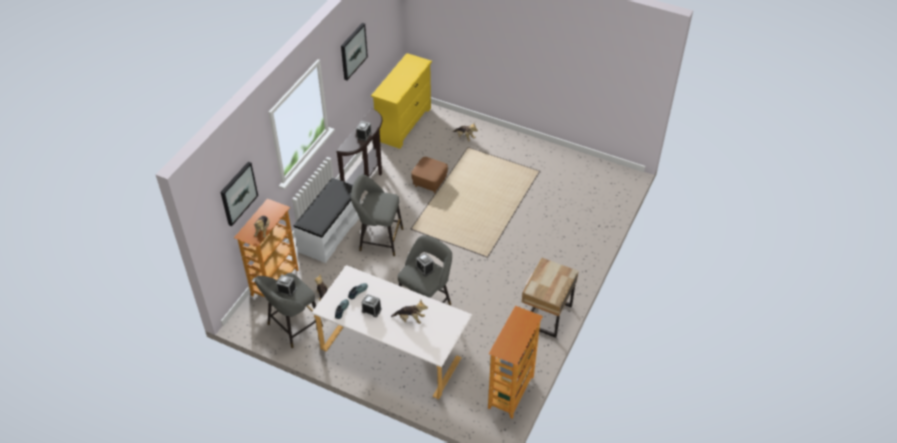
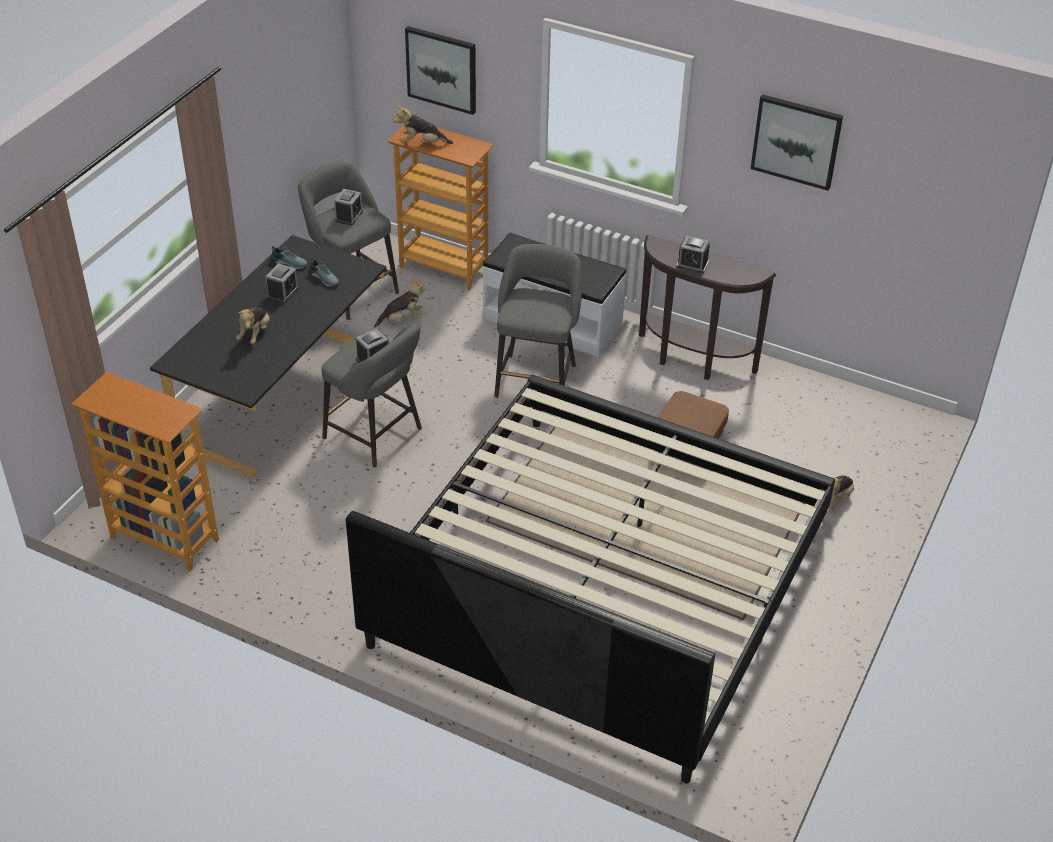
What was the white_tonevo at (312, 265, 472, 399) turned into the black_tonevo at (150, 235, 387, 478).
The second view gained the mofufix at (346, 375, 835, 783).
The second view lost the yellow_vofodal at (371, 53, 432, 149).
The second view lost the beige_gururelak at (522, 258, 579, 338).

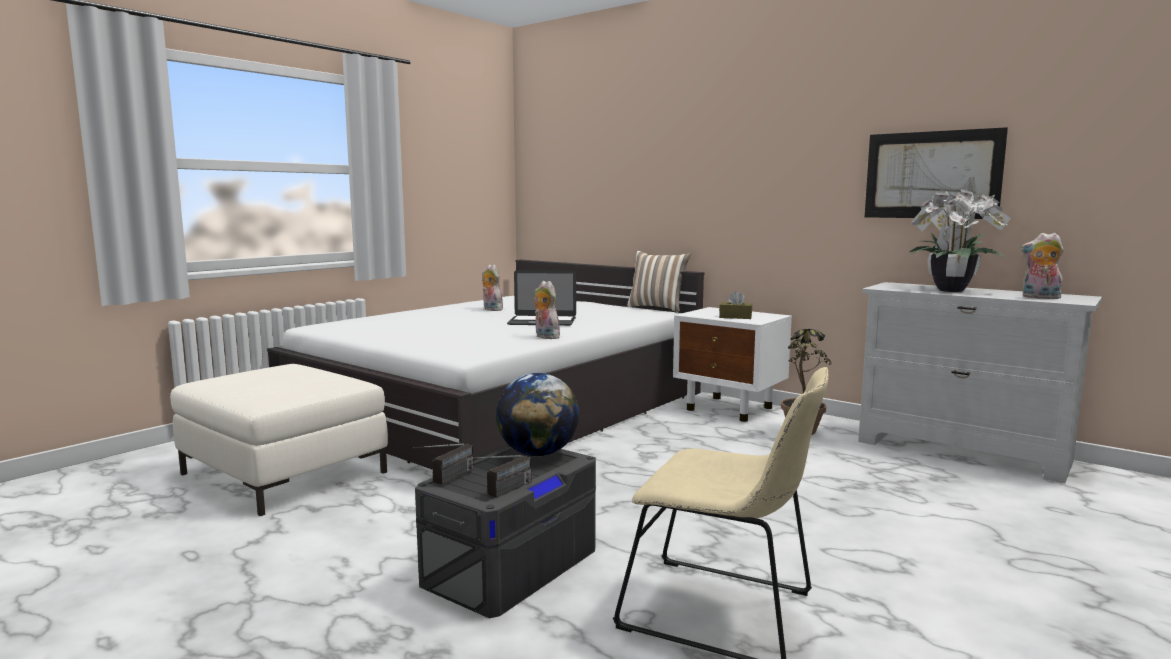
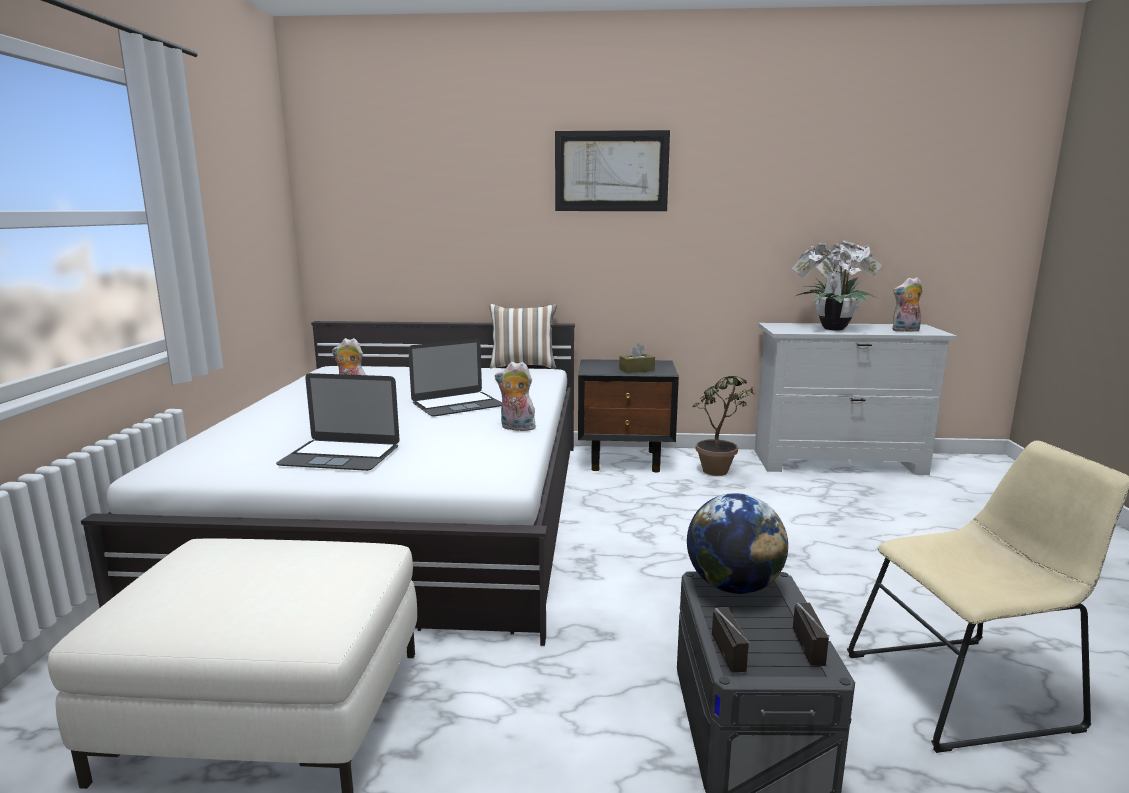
The second view gained the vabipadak at (276, 373, 399, 471).
The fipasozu ended up elsewhere, having gone from (865, 127, 1008, 219) to (555, 130, 670, 211).
What was the white_gururelak at (673, 307, 792, 422) turned into the black_gururelak at (578, 359, 679, 473).

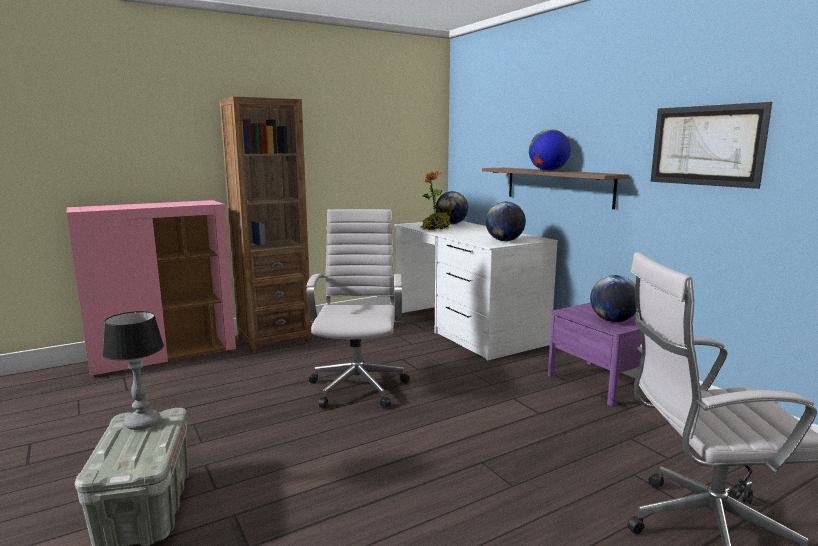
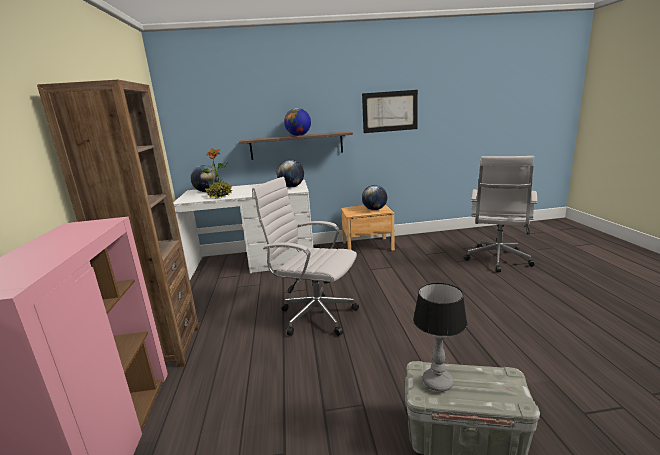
What was the purple_gururelak at (548, 303, 642, 406) turned into the brown_gururelak at (341, 204, 395, 251).

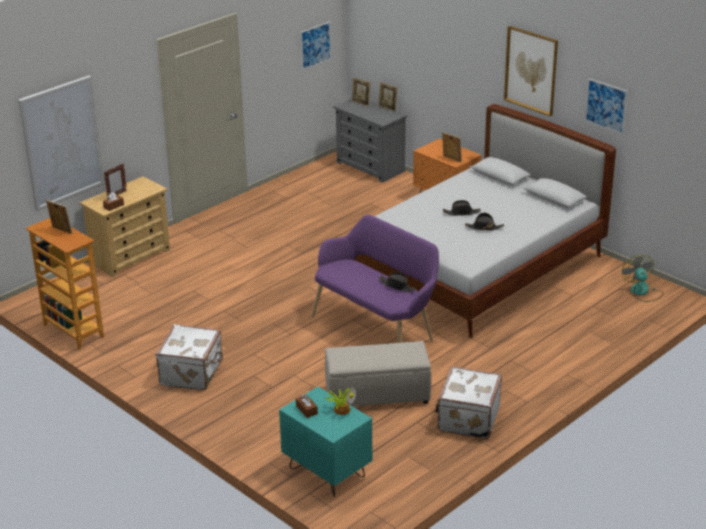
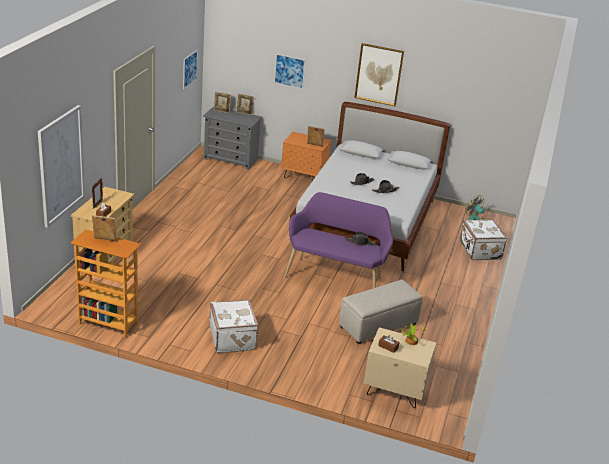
The fipasozu ended up elsewhere, having gone from (585, 78, 628, 134) to (274, 53, 306, 89).
What was the turquoise_gururelak at (279, 386, 372, 497) turned into the beige_gururelak at (363, 327, 436, 408).
The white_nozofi ended up elsewhere, having gone from (435, 366, 502, 439) to (460, 219, 507, 260).

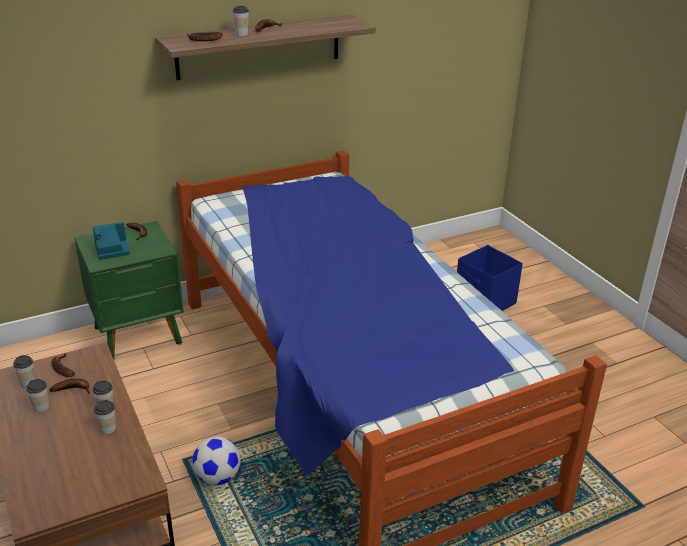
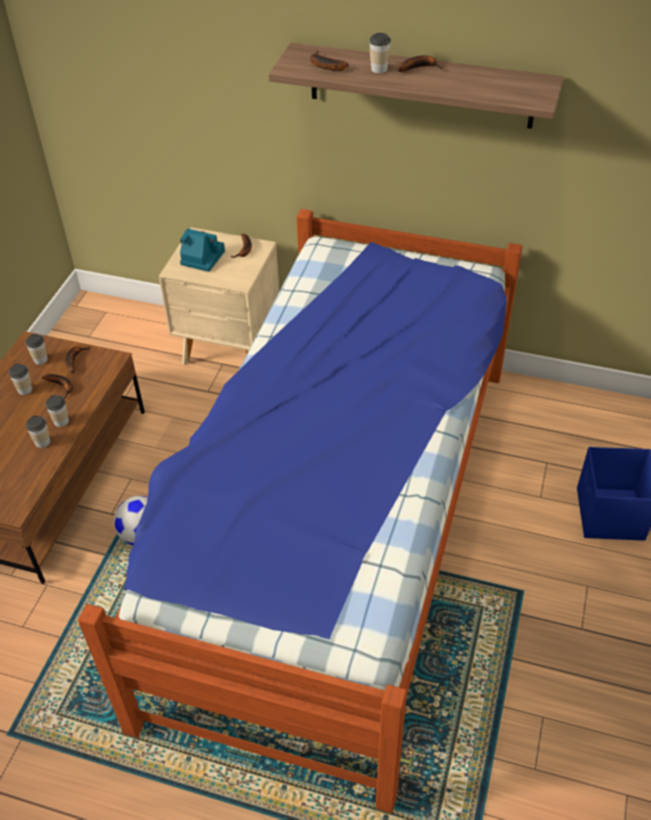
What was the green_gururelak at (75, 221, 184, 359) turned into the beige_gururelak at (159, 228, 279, 365).

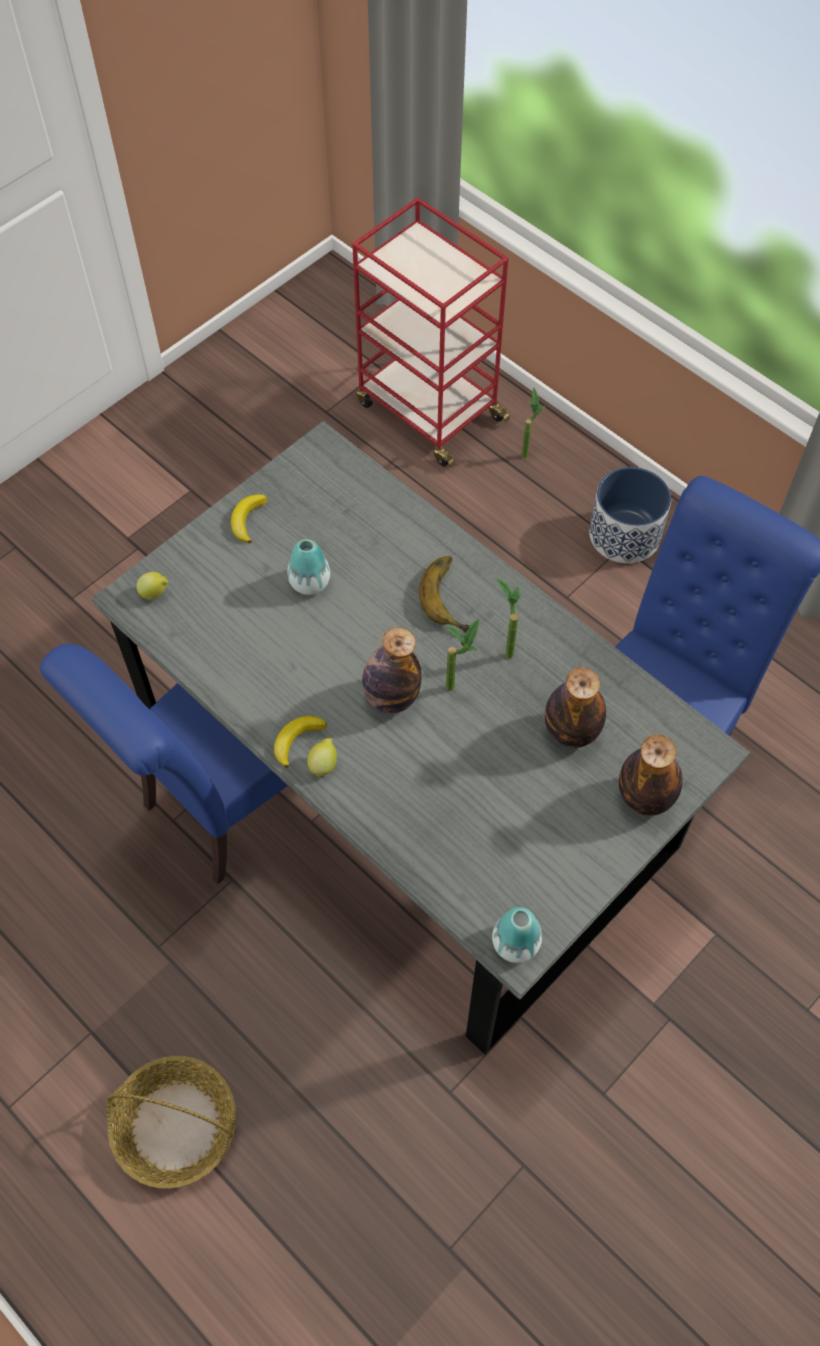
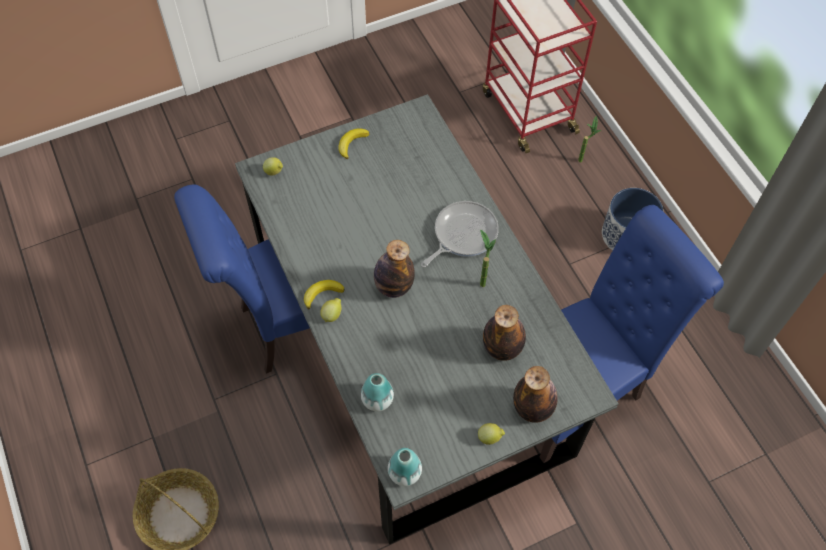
The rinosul ended up elsewhere, having gone from (288, 539, 330, 595) to (361, 373, 394, 411).
Where the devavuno stood at (419, 556, 470, 633), the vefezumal came to stand at (421, 201, 499, 267).
The second view gained the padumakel at (478, 423, 505, 445).
The second view lost the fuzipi at (446, 619, 479, 691).

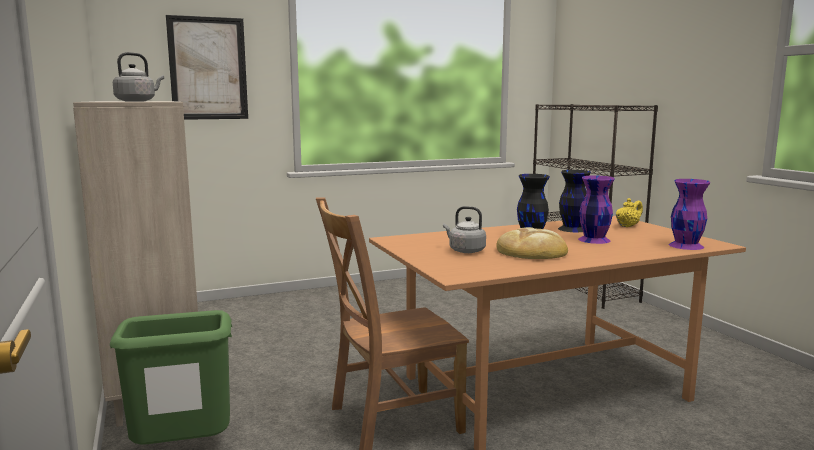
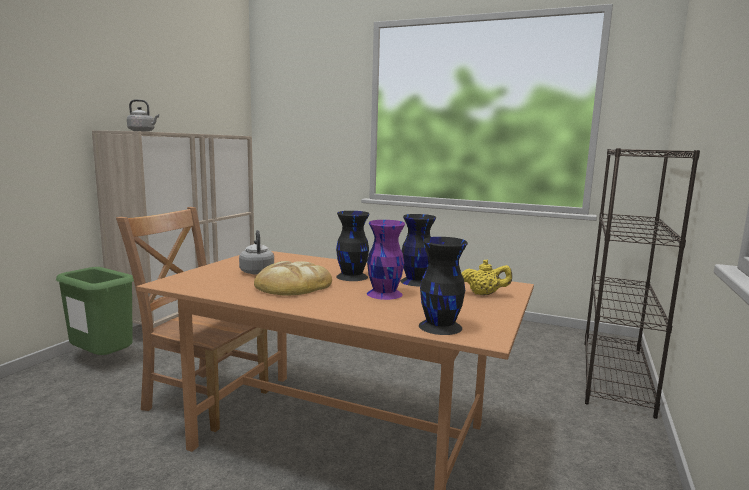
What was the purple_rinosul at (669, 179, 710, 250) turned into the black_rinosul at (419, 237, 468, 335).
The second view lost the fipasozu at (166, 15, 248, 120).

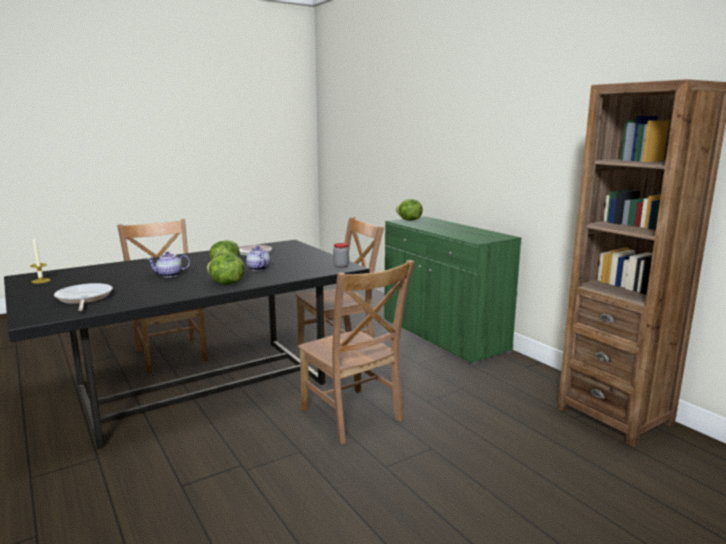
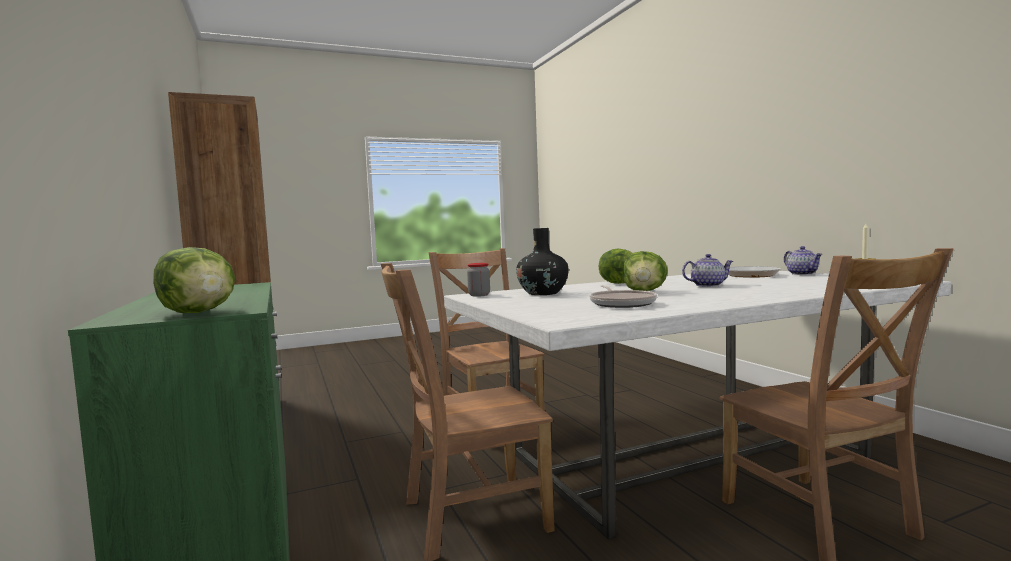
What was the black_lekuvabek at (4, 240, 369, 449) turned into the white_lekuvabek at (444, 271, 951, 540).
The second view gained the black_rinosul at (516, 228, 569, 295).
The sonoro ended up elsewhere, having gone from (246, 246, 270, 271) to (784, 246, 823, 275).

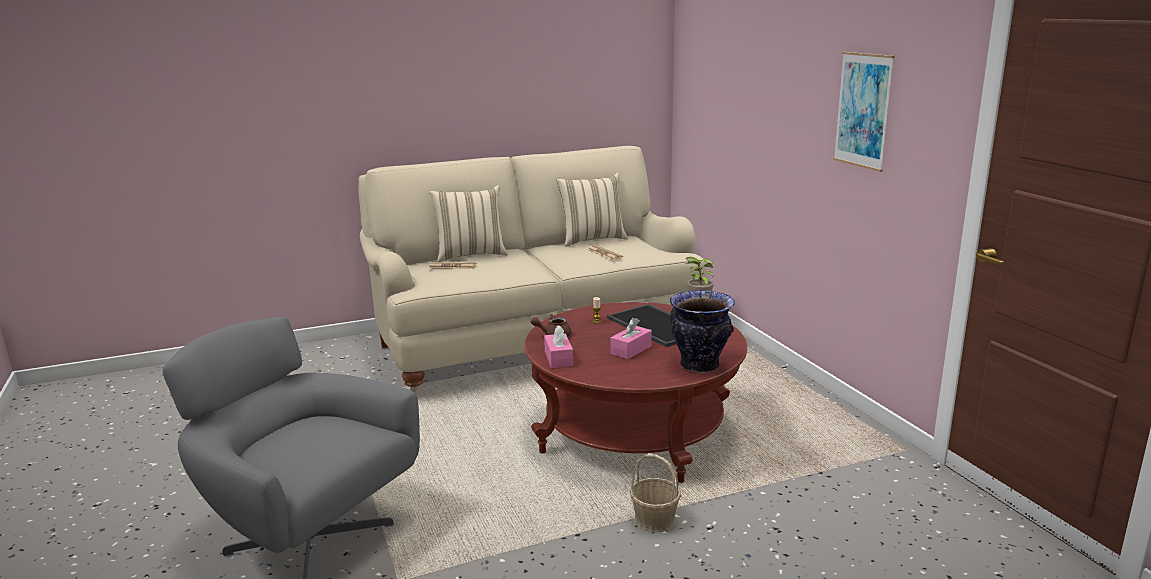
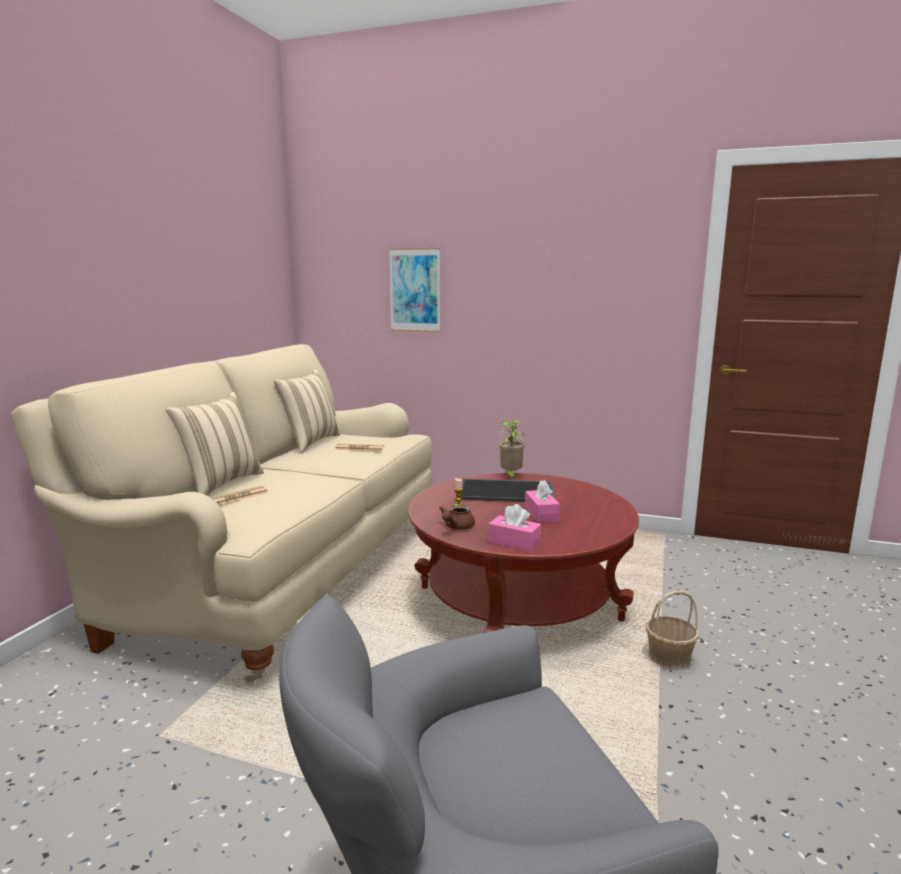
The fipasozu ended up elsewhere, having gone from (833, 52, 895, 172) to (389, 248, 440, 332).
The second view lost the rinosul at (670, 290, 735, 373).

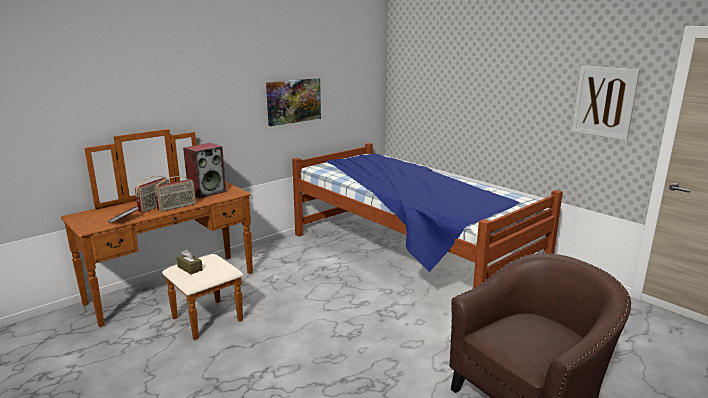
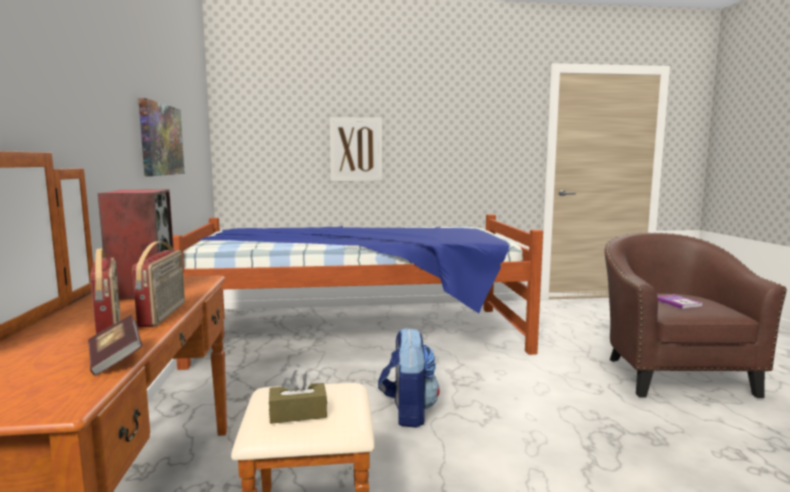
The fipasozu ended up elsewhere, having gone from (572, 66, 640, 140) to (330, 117, 382, 181).
The second view gained the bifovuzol at (378, 327, 440, 428).
The second view gained the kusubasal at (657, 295, 702, 309).

